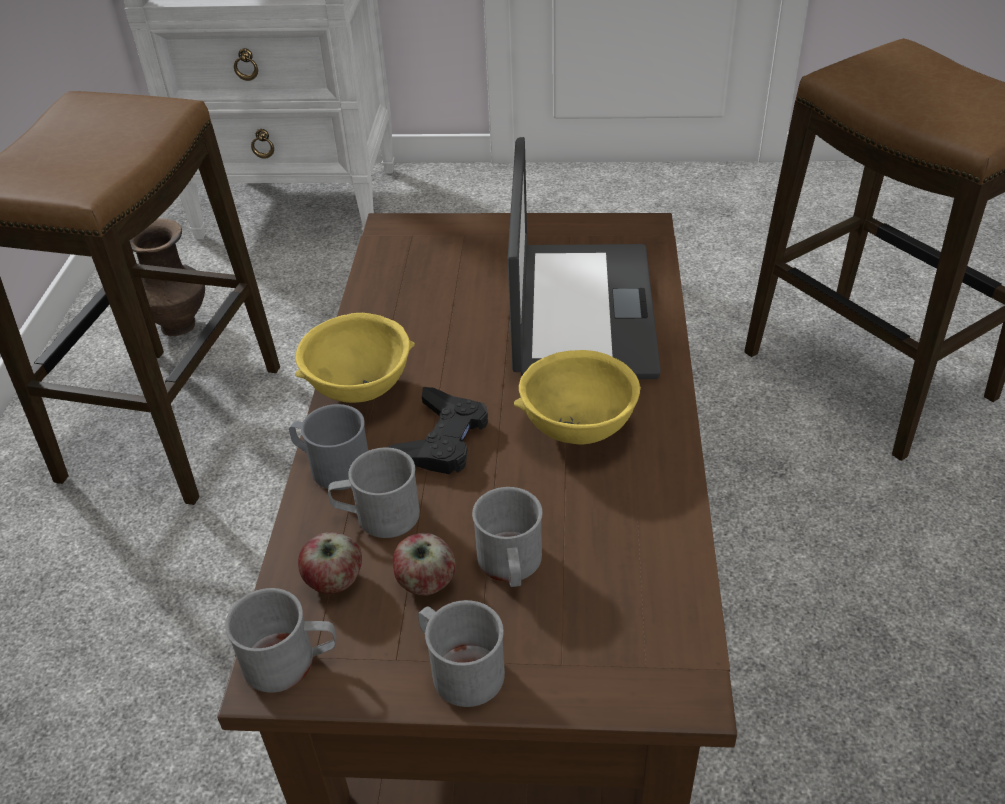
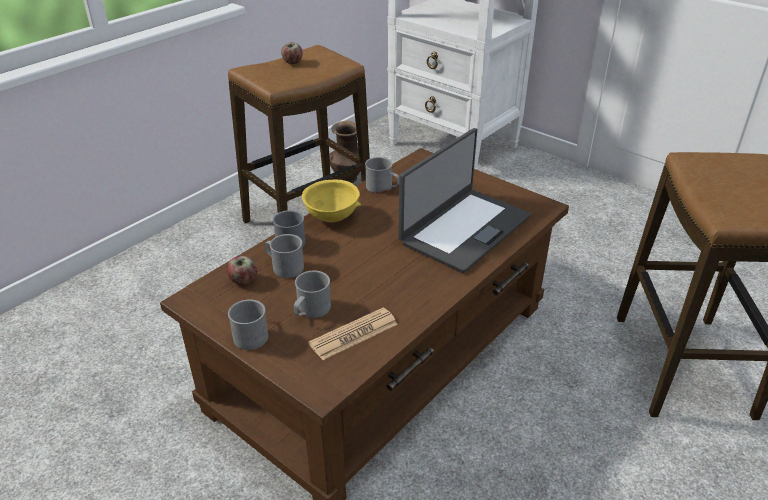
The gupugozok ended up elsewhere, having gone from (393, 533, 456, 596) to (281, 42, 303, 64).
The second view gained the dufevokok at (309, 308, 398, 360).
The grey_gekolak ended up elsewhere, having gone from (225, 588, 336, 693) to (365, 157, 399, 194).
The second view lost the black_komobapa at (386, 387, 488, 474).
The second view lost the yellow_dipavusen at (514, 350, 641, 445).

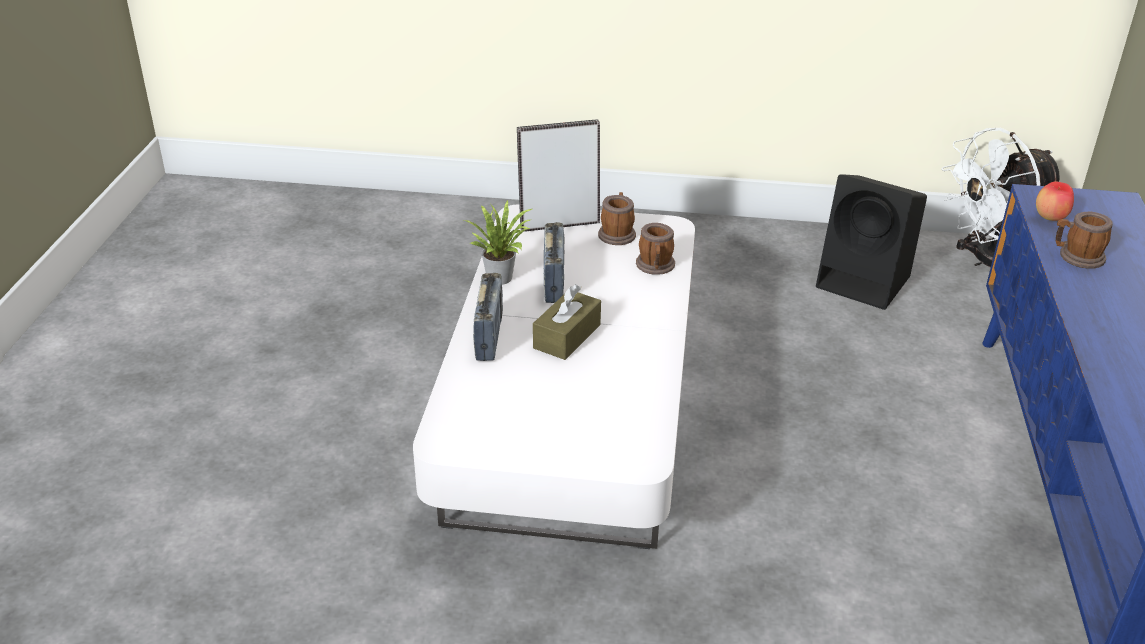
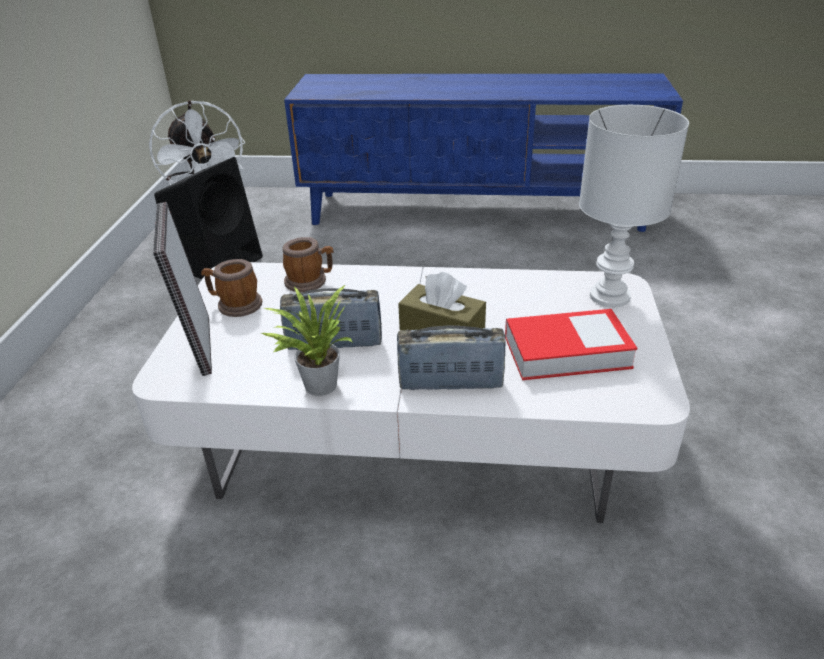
The second view gained the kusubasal at (505, 309, 638, 380).
The second view gained the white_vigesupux at (579, 105, 689, 307).
The second view lost the gupugozok at (1036, 181, 1074, 221).
The second view lost the gekolak at (1056, 212, 1113, 269).

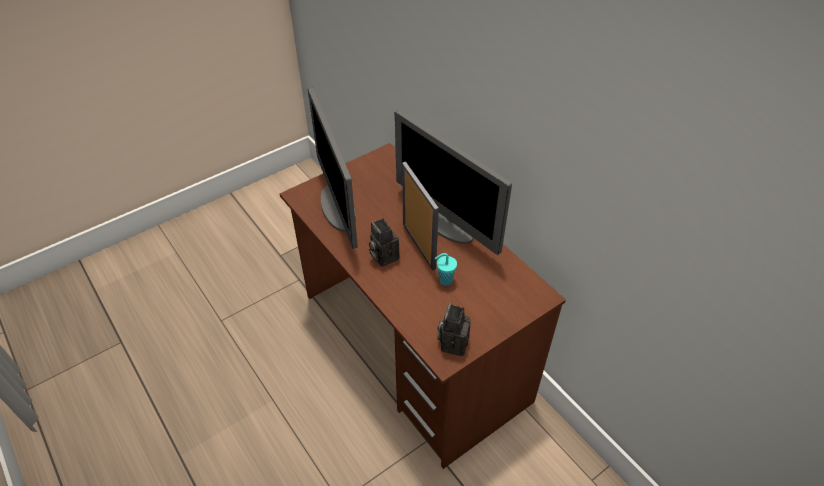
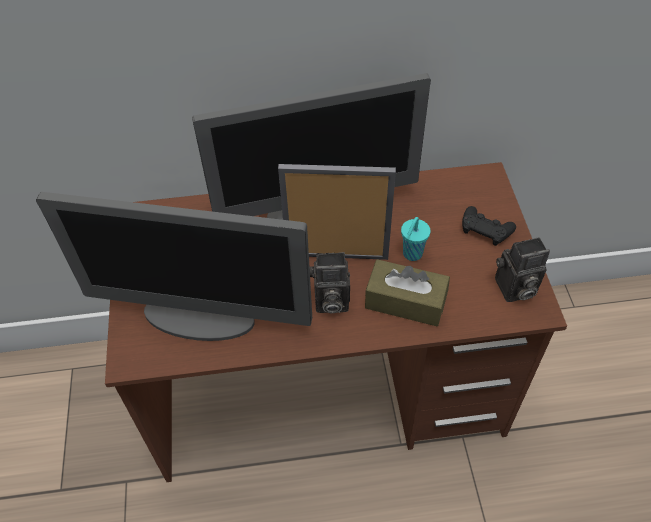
The second view gained the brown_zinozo at (365, 259, 450, 326).
The second view gained the black_komobapa at (462, 206, 516, 246).
The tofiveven at (437, 303, 471, 356) ended up facing another way, 60 degrees counterclockwise from before.

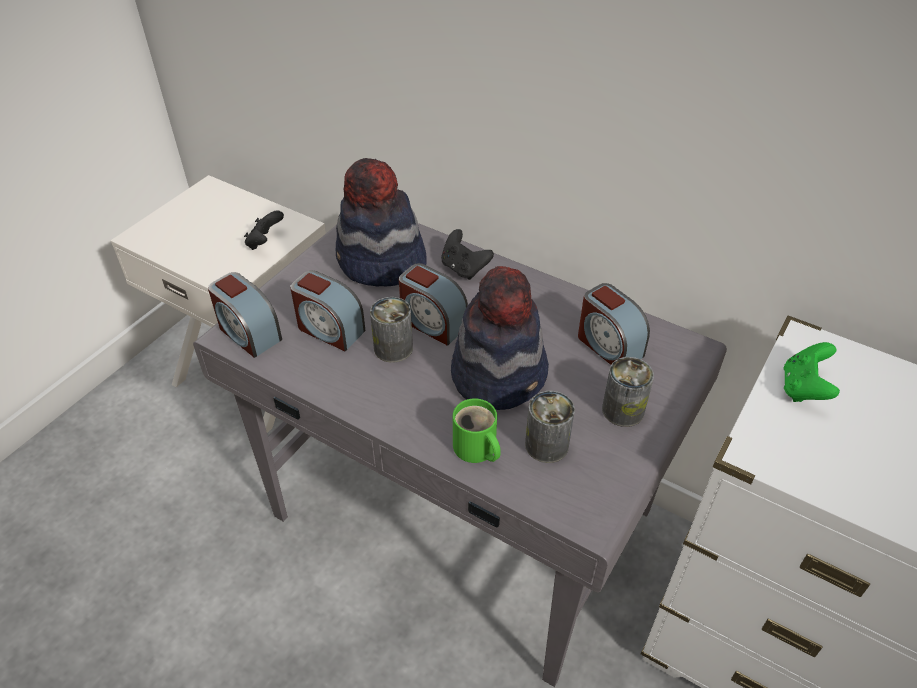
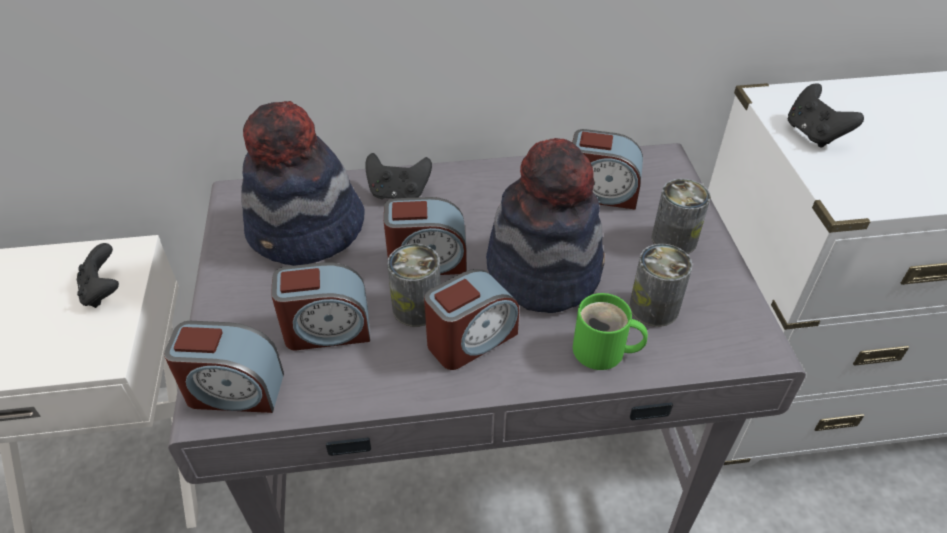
The second view gained the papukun at (424, 269, 519, 370).
What was the green_komobapa at (783, 342, 840, 402) turned into the black_komobapa at (788, 83, 864, 148).

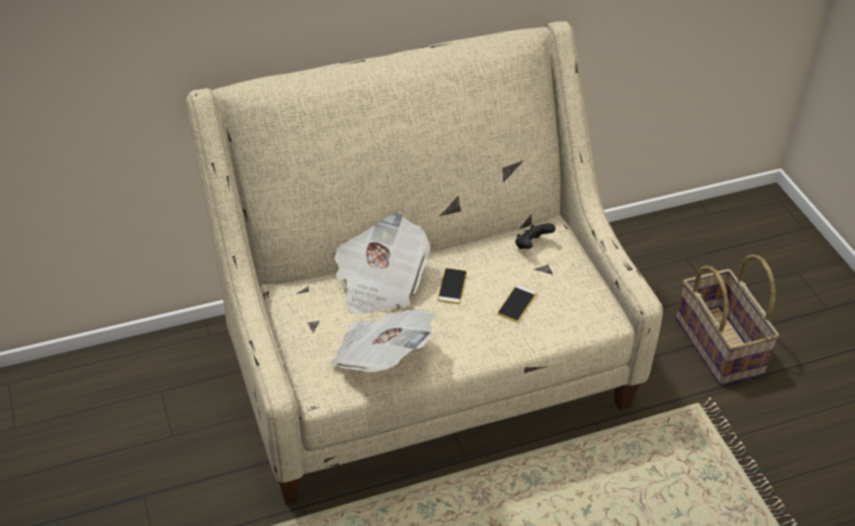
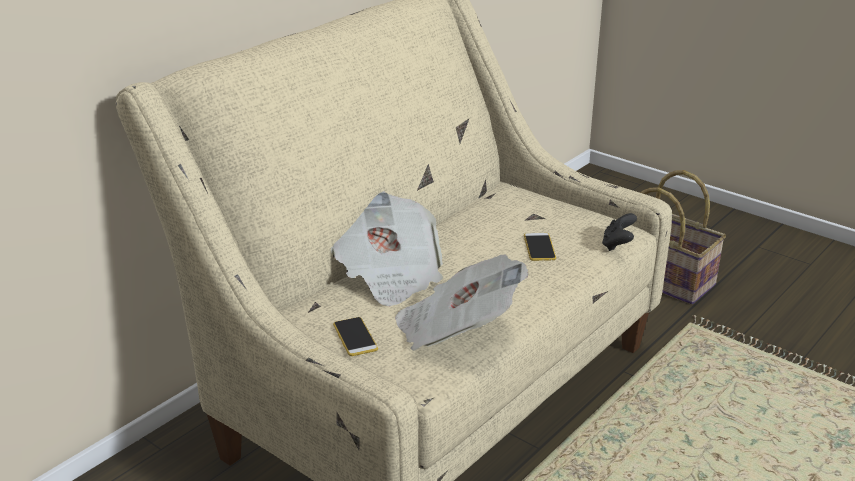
The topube ended up elsewhere, having gone from (437, 268, 467, 304) to (333, 317, 378, 356).
The black_komobapa ended up elsewhere, having gone from (515, 223, 556, 249) to (602, 213, 637, 251).

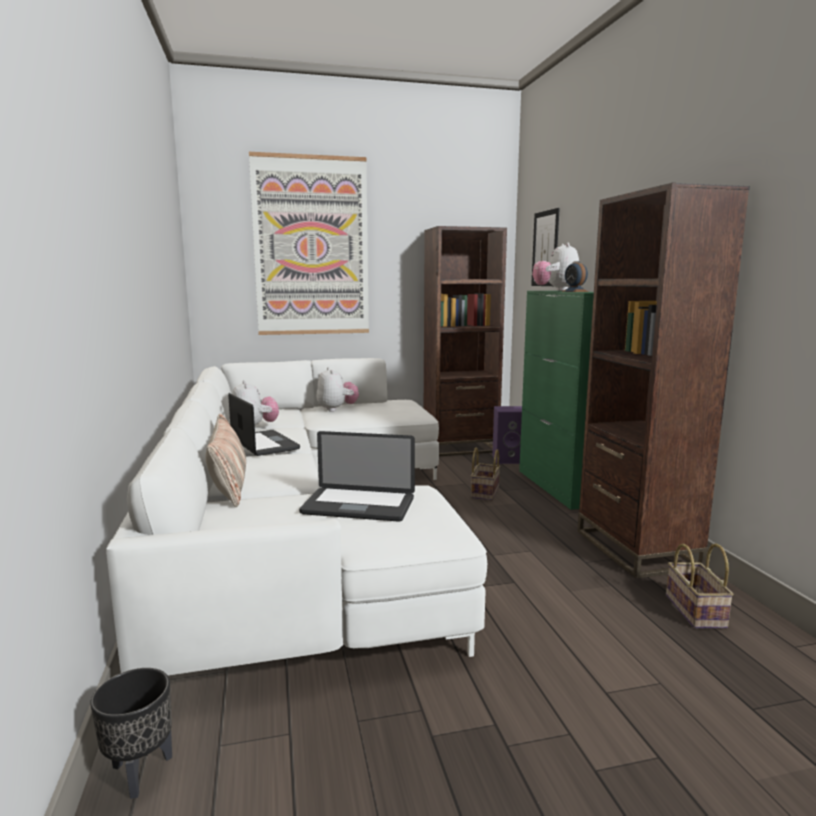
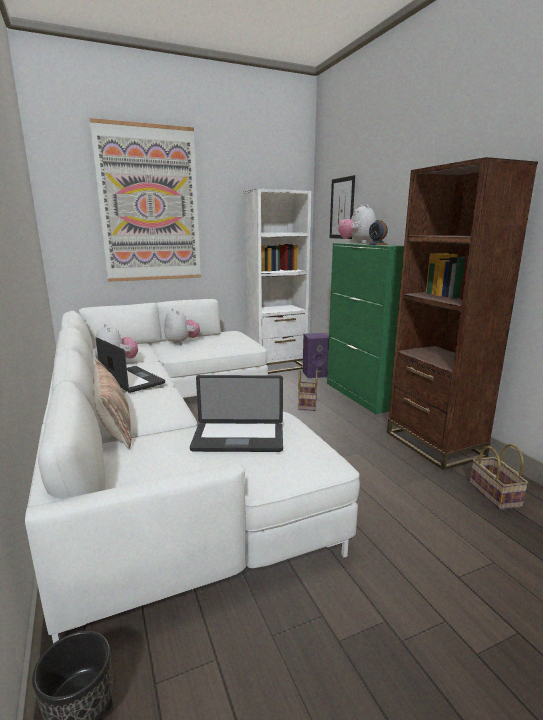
What was the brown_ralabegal at (424, 226, 507, 456) turned into the white_ralabegal at (243, 189, 311, 374).

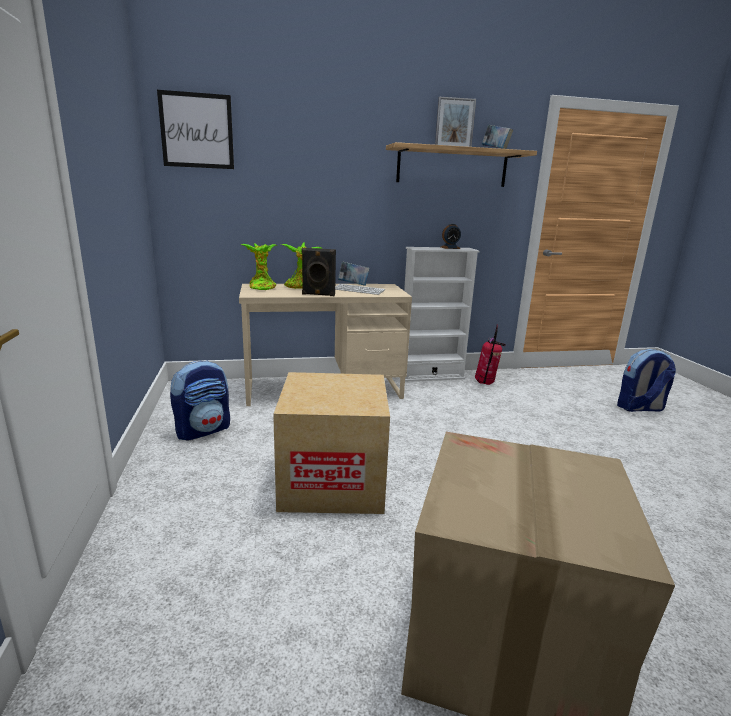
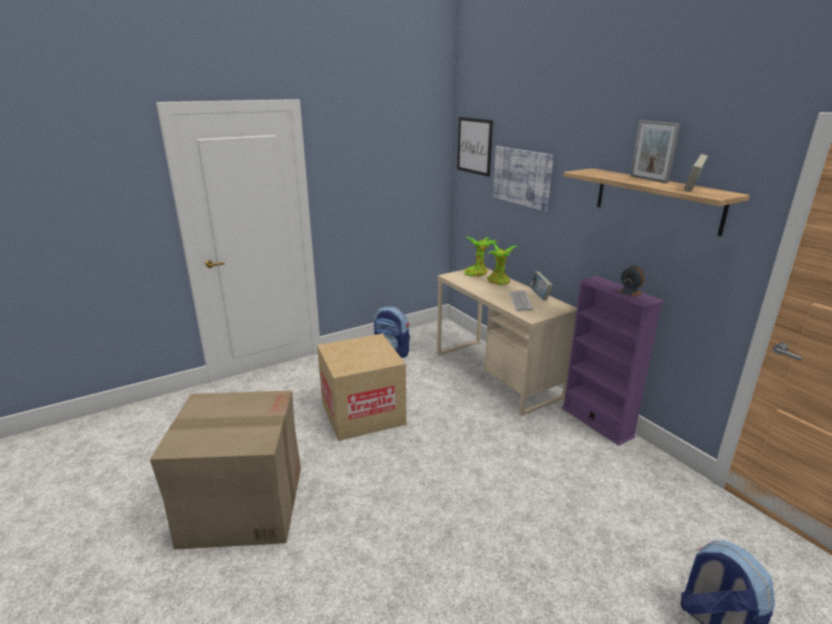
The second view gained the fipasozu at (493, 146, 554, 211).
What was the white_ralabegal at (404, 247, 480, 382) turned into the purple_ralabegal at (562, 276, 664, 446).
The second view lost the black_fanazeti at (302, 248, 336, 296).
The second view lost the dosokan at (475, 325, 506, 385).

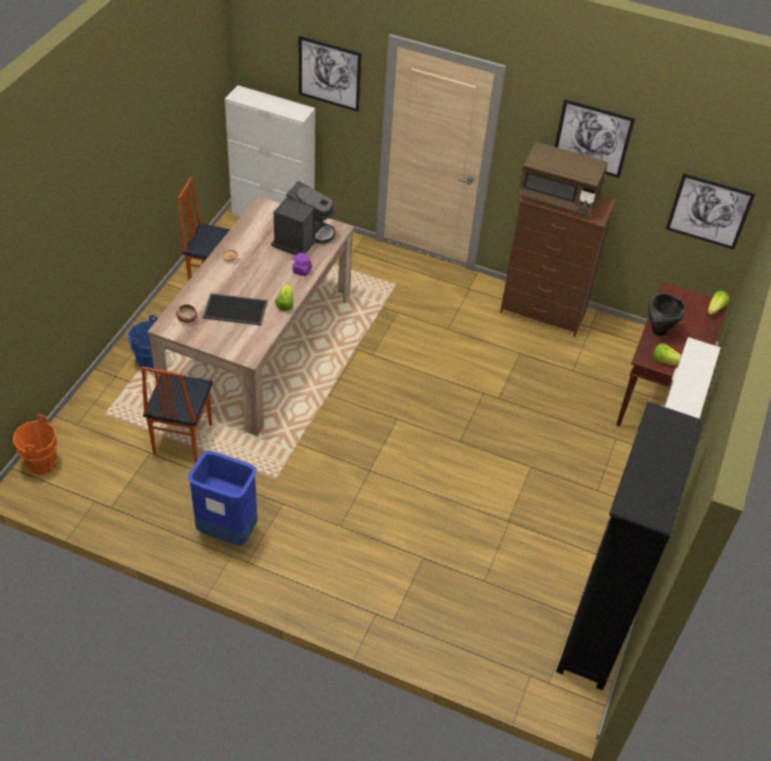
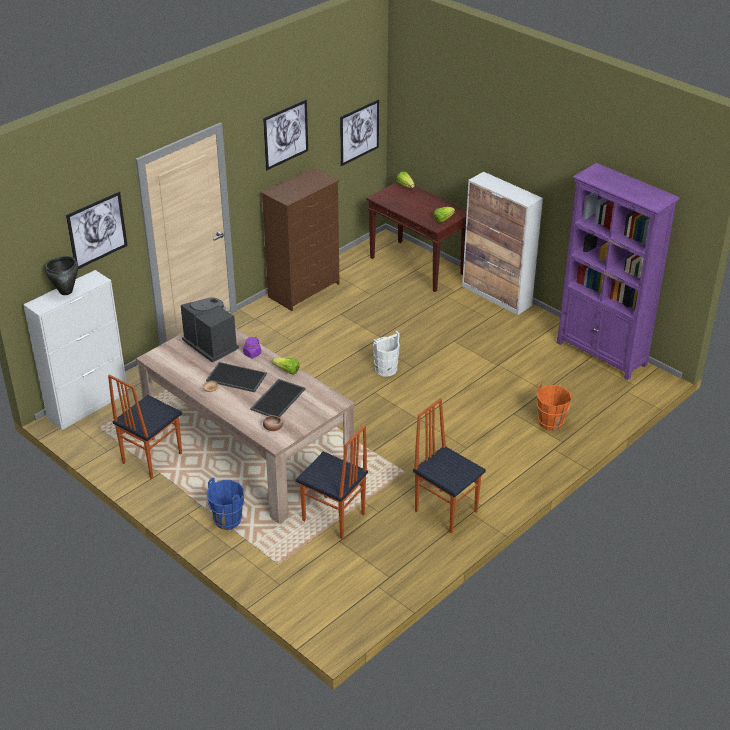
The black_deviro ended up elsewhere, having gone from (648, 294, 685, 336) to (45, 256, 78, 295).
The second view gained the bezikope at (206, 362, 267, 392).
The second view gained the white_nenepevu at (373, 331, 400, 377).
Where the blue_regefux stood at (188, 451, 257, 545), the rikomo came to stand at (413, 398, 486, 534).
The orange_nenepevu ended up elsewhere, having gone from (13, 414, 58, 474) to (537, 383, 572, 431).
What was the black_ralabegal at (556, 402, 705, 691) turned into the purple_ralabegal at (557, 163, 680, 380).
The second view lost the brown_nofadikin at (518, 142, 608, 217).

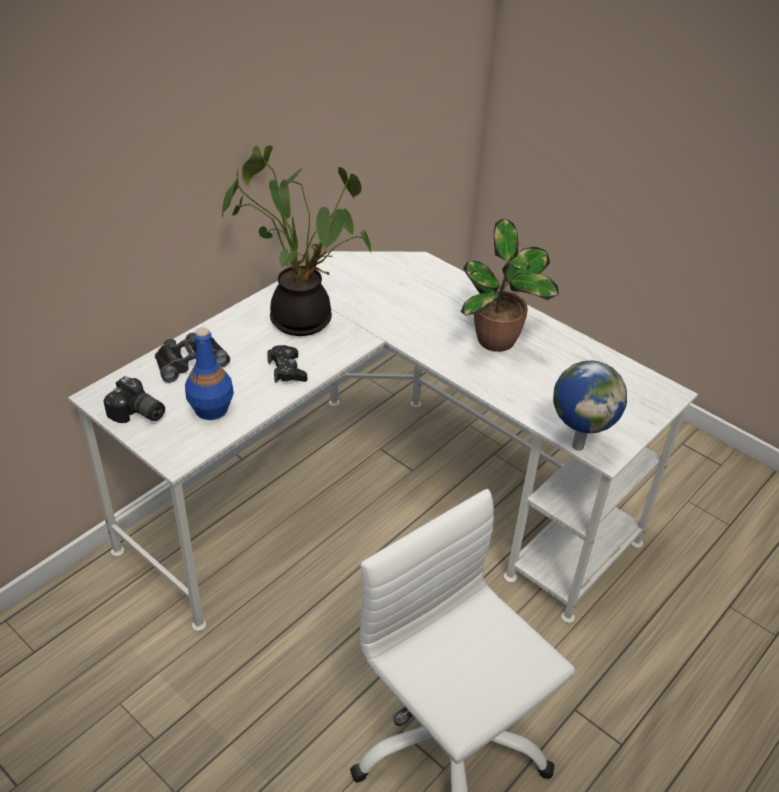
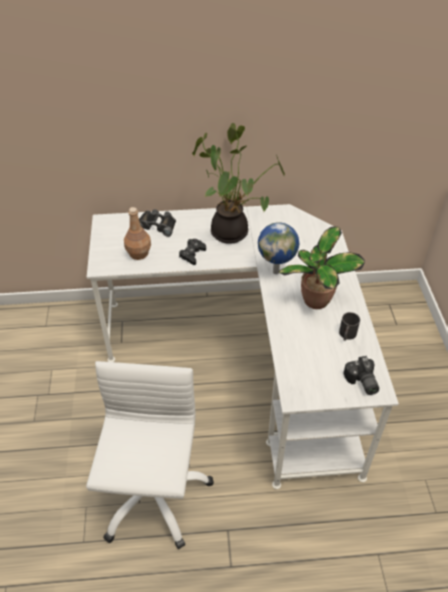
What was the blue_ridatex at (185, 327, 234, 420) turned into the brown_ridatex at (124, 207, 151, 260).
The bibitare ended up elsewhere, having gone from (553, 361, 627, 451) to (258, 222, 299, 274).
The second view gained the black_gekolak at (339, 312, 360, 341).
The tofiveven ended up elsewhere, having gone from (103, 376, 165, 423) to (344, 356, 379, 395).

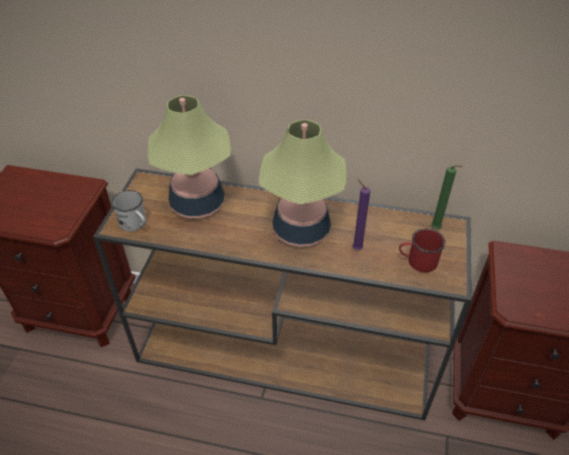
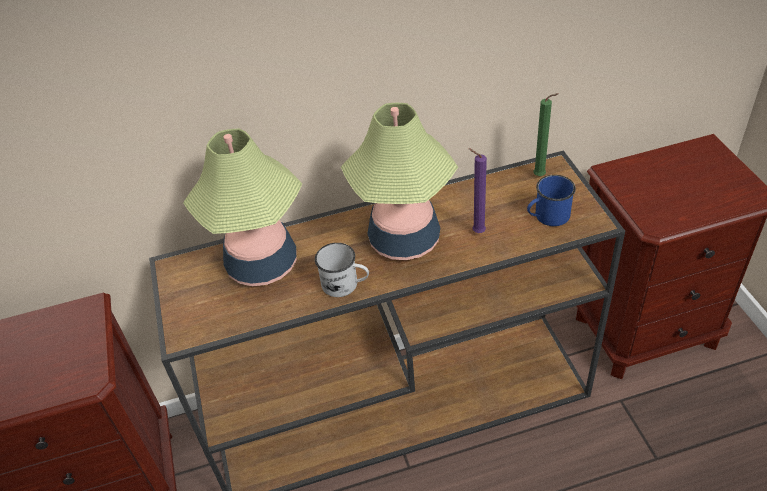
The white_gekolak ended up elsewhere, having gone from (111, 190, 147, 231) to (315, 243, 369, 297).
What was the red_gekolak at (399, 228, 445, 272) turned into the blue_gekolak at (527, 175, 576, 226).

